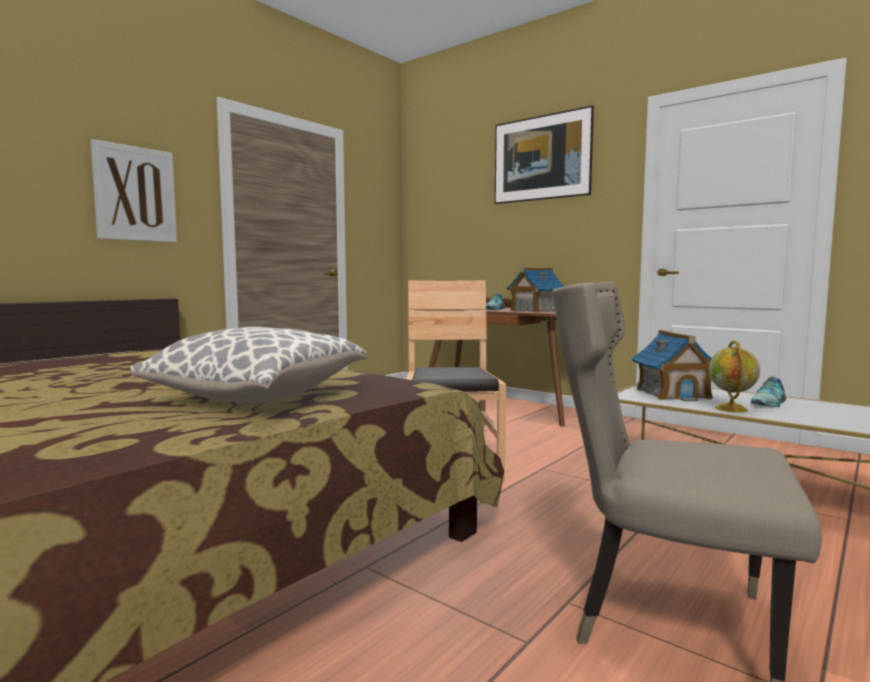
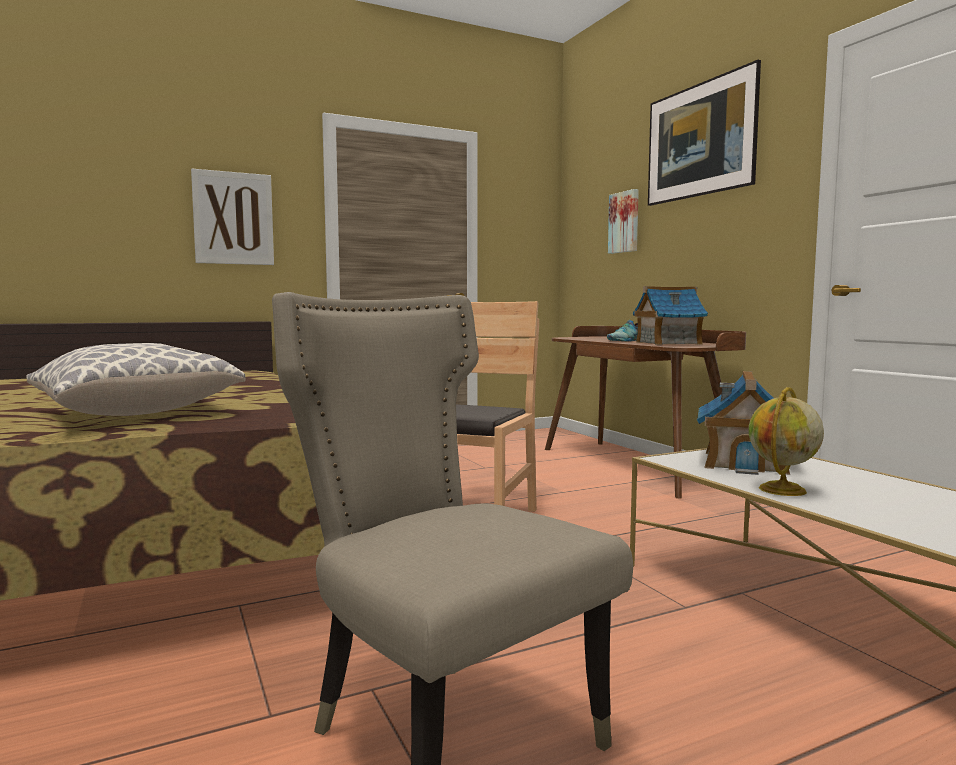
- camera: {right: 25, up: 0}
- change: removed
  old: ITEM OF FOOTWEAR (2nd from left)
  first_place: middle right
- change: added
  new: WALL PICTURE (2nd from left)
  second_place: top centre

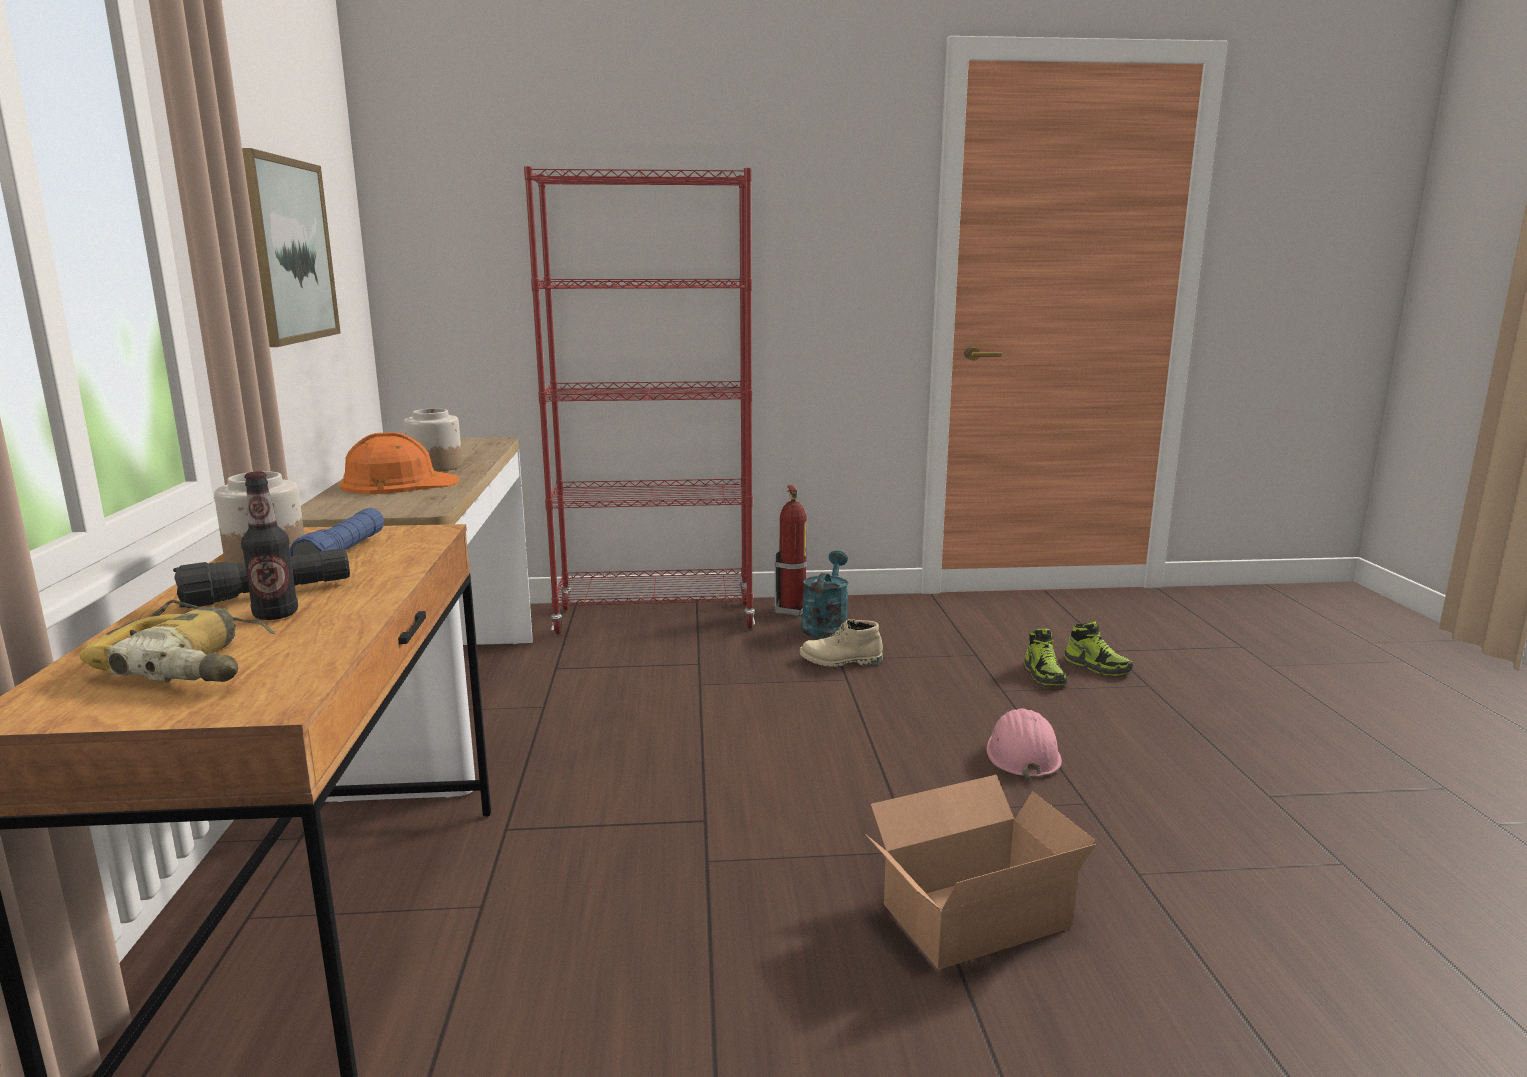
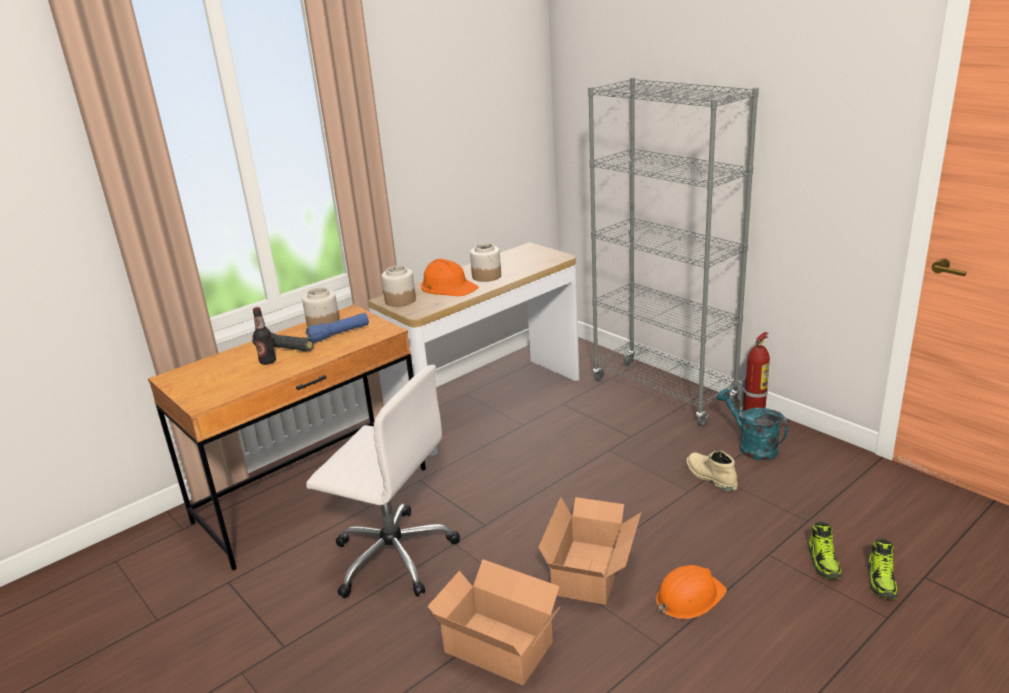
- camera: {right: 55, up: 10}
- change: removed
  old: WALL PICTURE
  first_place: top left
- change: recoloured
  old: RED BOOKCASE
  new: GREYISH BOOKCASE
  first_place: centre
  second_place: middle right
- change: turned
  old: TURQUOISE-COLOURED WATERING POT
  first_place: centre
  second_place: middle right
  degrees: -105
- change: removed
  old: DRILL
  first_place: middle left
- change: turned
  old: ITEM OF FOOTWEAR (1st from left)
  first_place: middle right
  second_place: bottom right
  degrees: -45
- change: recoloured
  old: PINKISH WORK HELMET
  new: ORANGEY WORK HELMET (2nd from left)
  first_place: bottom right
  second_place: bottom right
- change: added
  new: PRESERVE JAR (2nd from left)
  second_place: centre
- change: added
  new: WHITISH COMPUTER CHAIR
  second_place: bottom centre
- change: added
  new: PACKING BOX (2nd from left)
  second_place: bottom centre

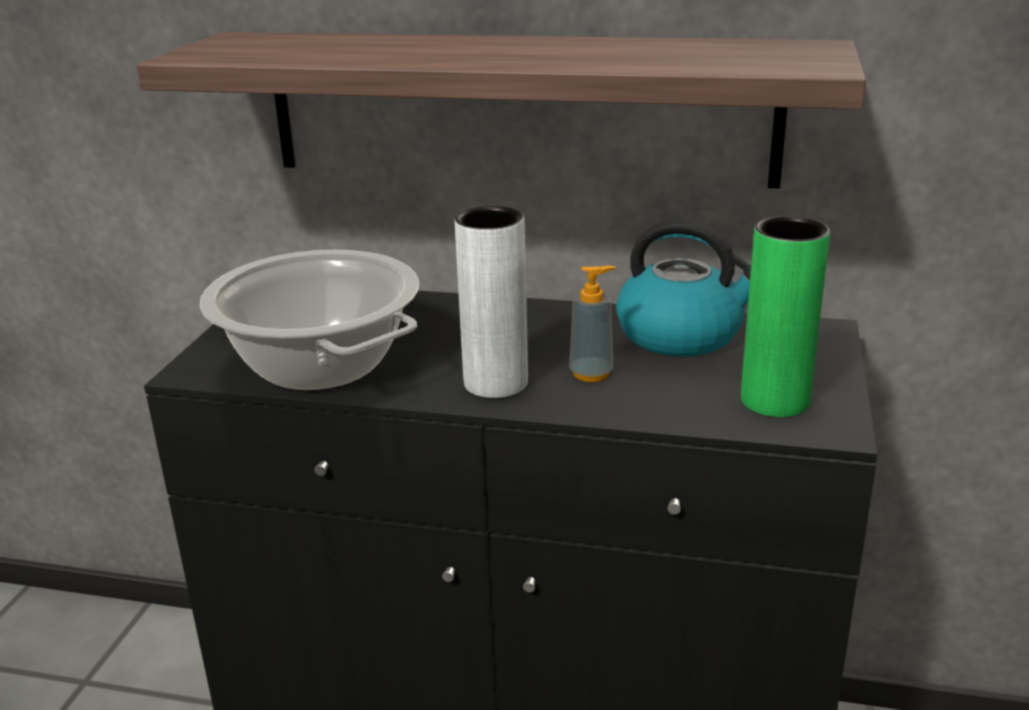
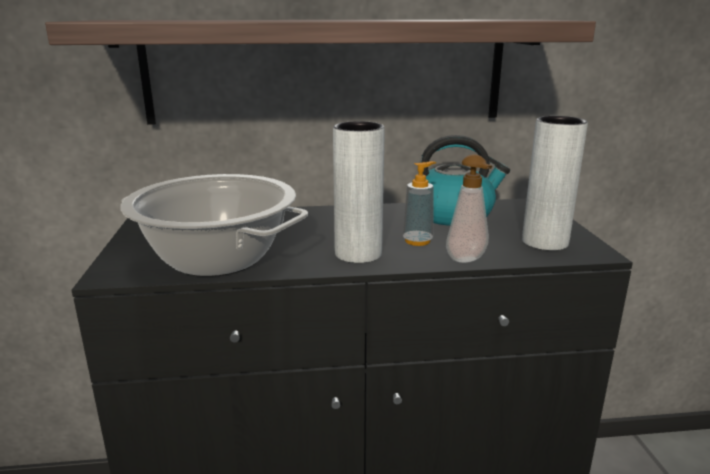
- camera: {right: -20, up: -5}
- change: recoloured
  old: GREENISH VASE
  new: GREYISH VASE (2nd from left)
  first_place: middle right
  second_place: middle right
- change: added
  new: SOAP BOTTLE (2nd from left)
  second_place: centre

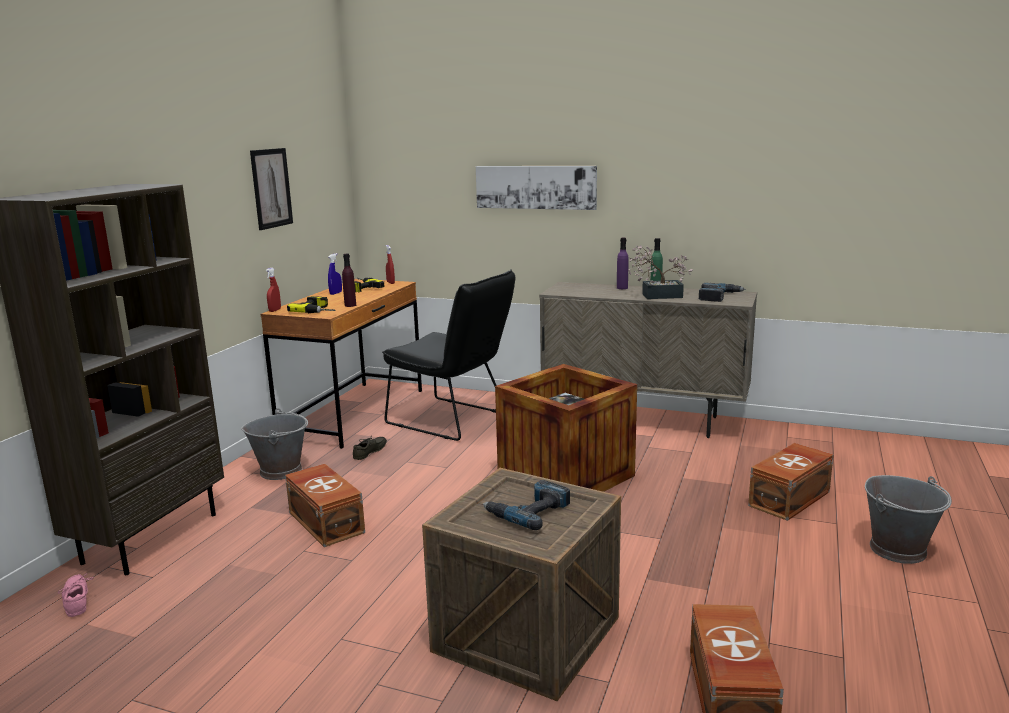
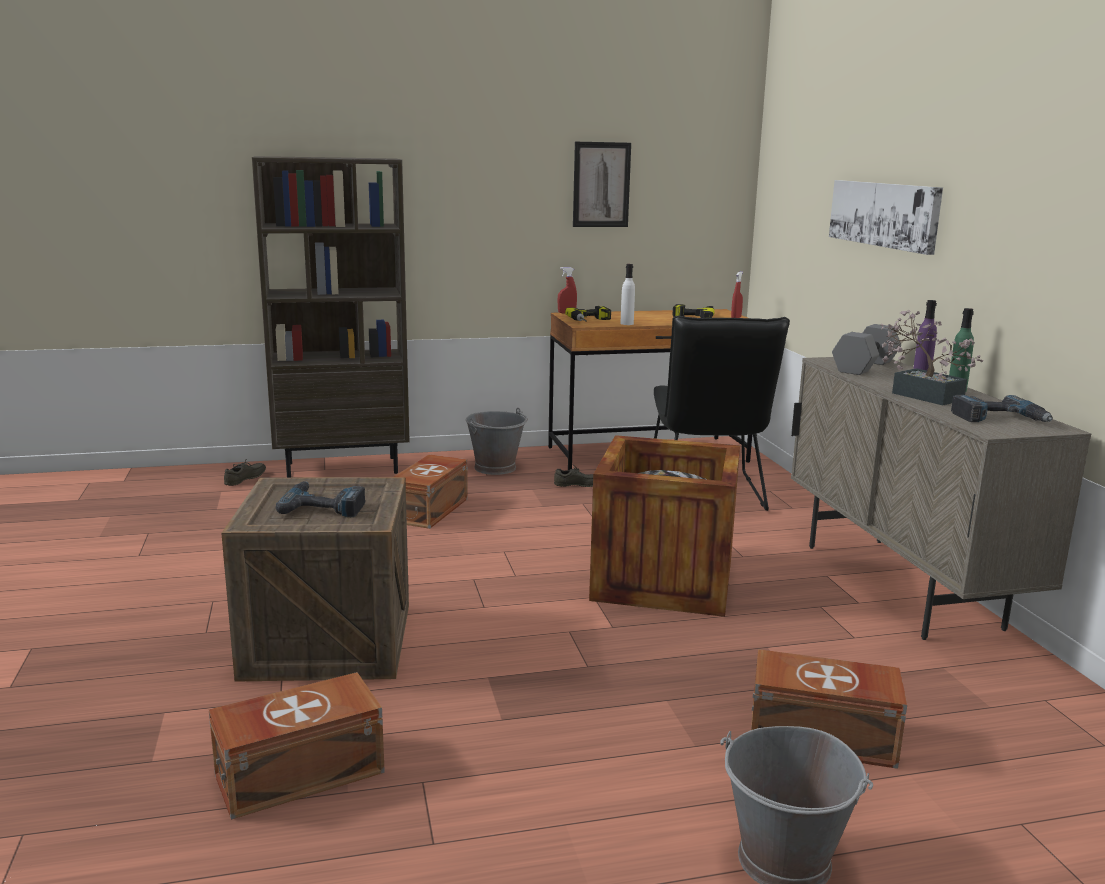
- camera: {right: 55, up: 0}
- change: removed
  old: BLUE SPRAY BOTTLE
  first_place: middle left
- change: recoloured
  old: PURPLE DRINK BOTTLE (1st from left)
  new: WHITISH DRINK BOTTLE
  first_place: centre
  second_place: top centre
- change: recoloured
  old: PINKISH ITEM OF FOOTWEAR
  new: GREYISH ITEM OF FOOTWEAR (1st from left)
  first_place: bottom left
  second_place: middle left
- change: added
  new: GREYISH HAND WEIGHT
  second_place: middle right

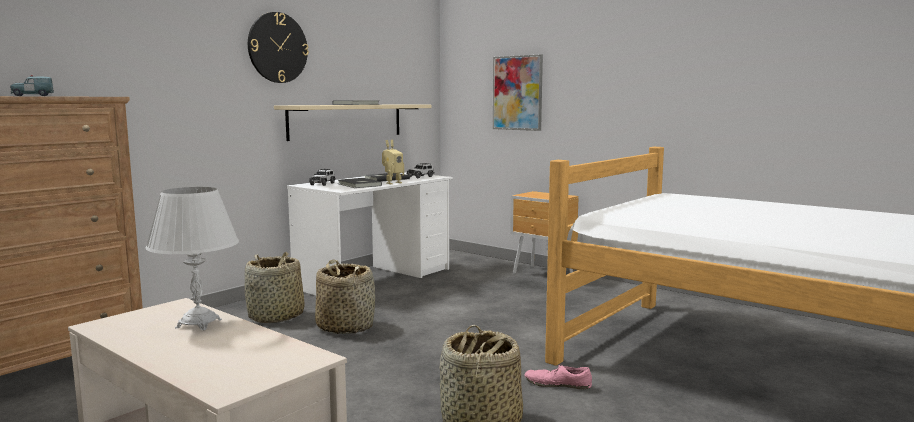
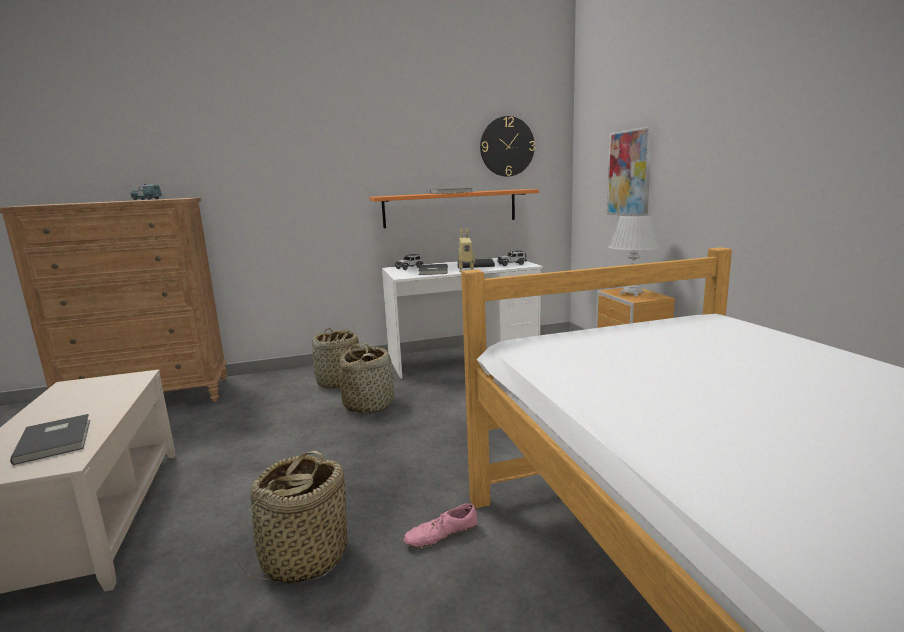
- camera: {right: 35, up: 5}
- change: moved
  old: WALL CLOCK
  first_place: top left
  second_place: top centre
- change: recoloured
  old: SAND-COLOURED BRACKET SHELF
  new: ORANGEY BRACKET SHELF
  first_place: top centre
  second_place: top centre
- change: moved
  old: WHITISH TABLE LAMP
  first_place: middle left
  second_place: middle right
- change: turned
  old: PINKISH ITEM OF FOOTWEAR
  first_place: bottom centre
  second_place: bottom centre
  degrees: -75
- change: added
  new: GREYISH BOUND BOOK (1st from left)
  second_place: bottom left

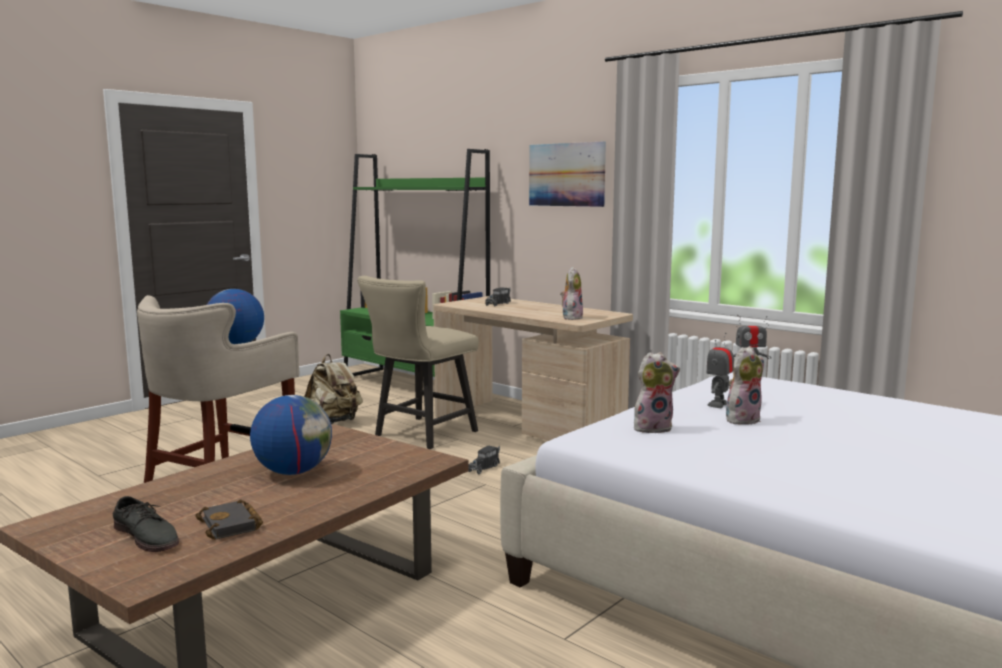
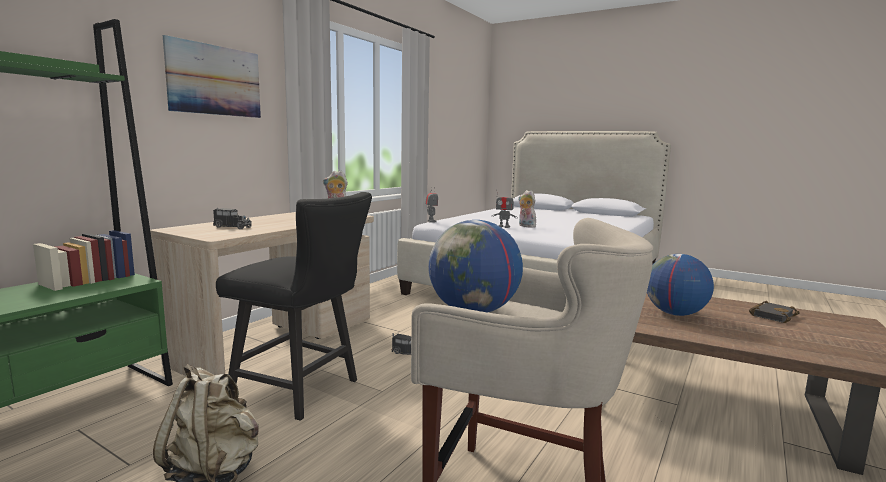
- camera: {right: -100, up: 0}
- change: recoloured
  old: SAND-COLOURED CHAIR
  new: BLACK-COLOURED CHAIR
  first_place: centre
  second_place: middle left
- change: removed
  old: SOFT TOY (2nd from left)
  first_place: centre
- change: removed
  old: GREYISH ITEM OF FOOTWEAR
  first_place: bottom left

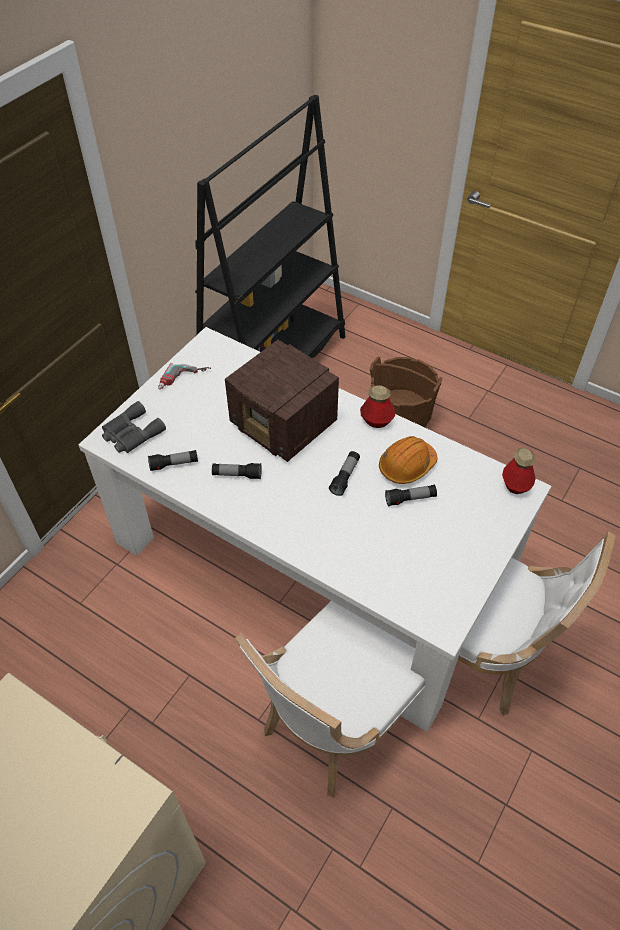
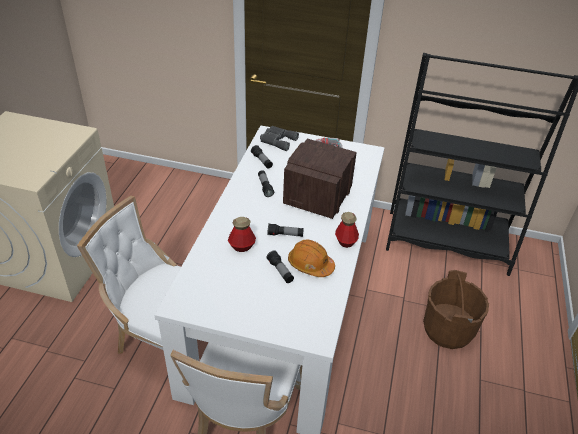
- camera: {right: 70, up: -10}
- change: moved
  old: DRINK BOTTLE (2nd from left in the first image)
  new: DRINK BOTTLE (1st from left)
  first_place: middle right
  second_place: centre

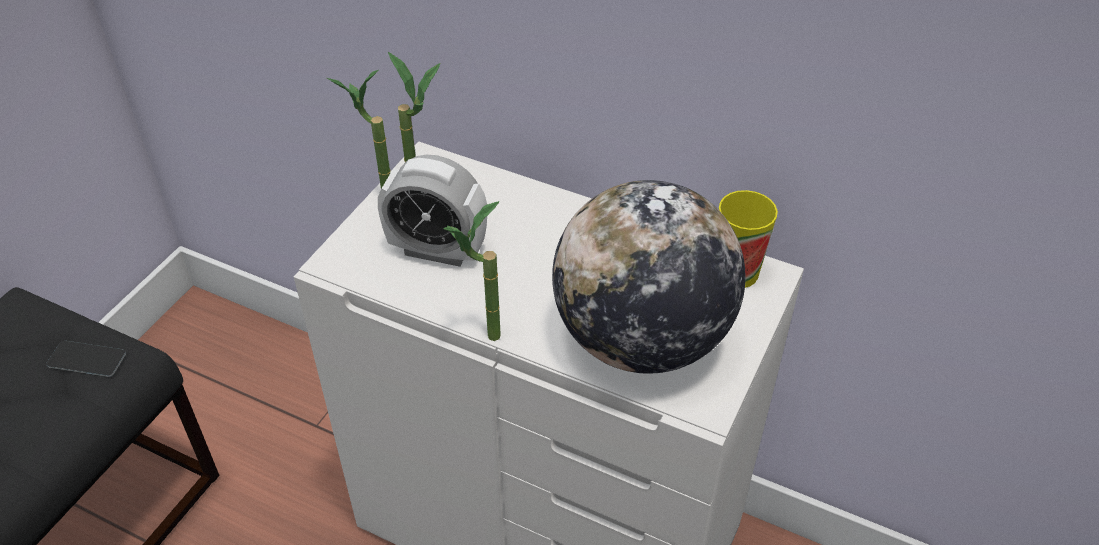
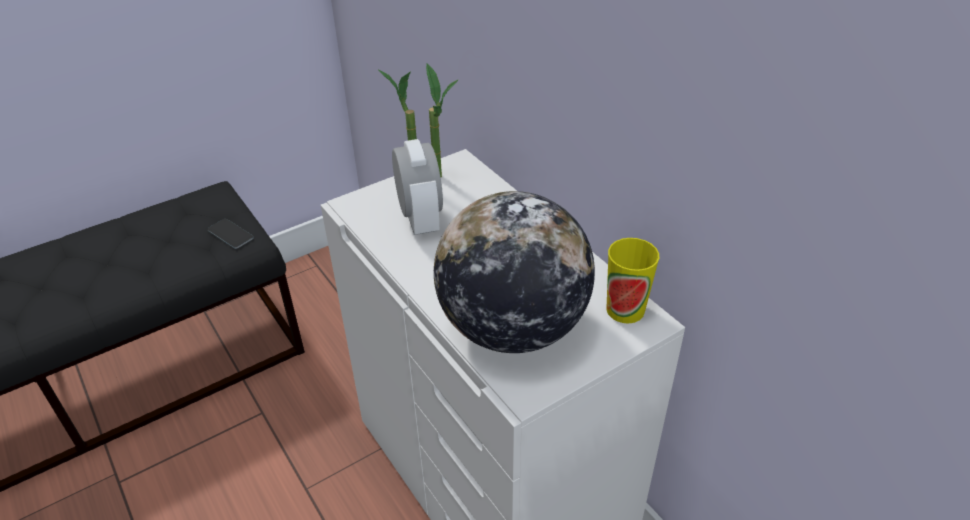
- camera: {right: 30, up: -5}
- change: turned
  old: ALARM CLOCK
  first_place: centre
  second_place: centre
  degrees: -150
- change: removed
  old: HOUSEPLANT (3rd from left)
  first_place: centre

